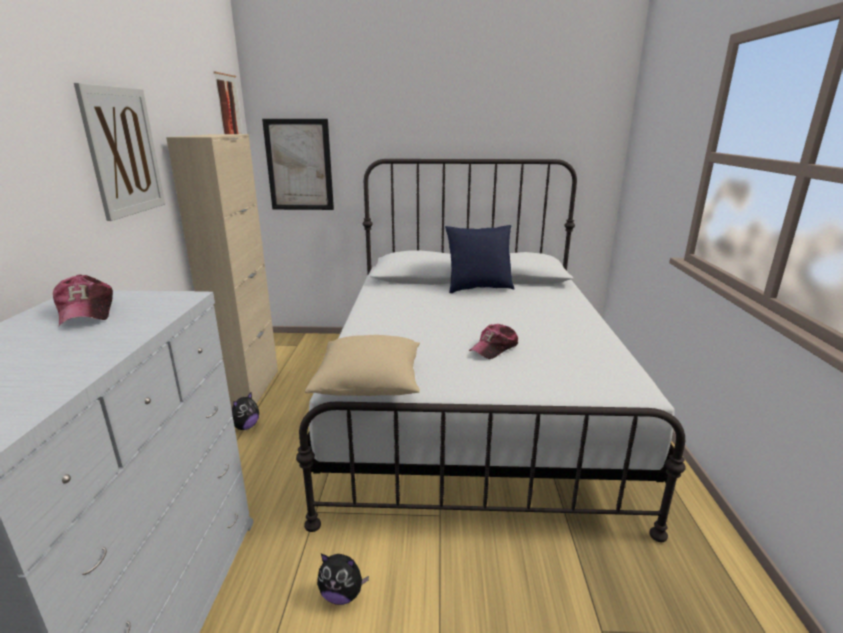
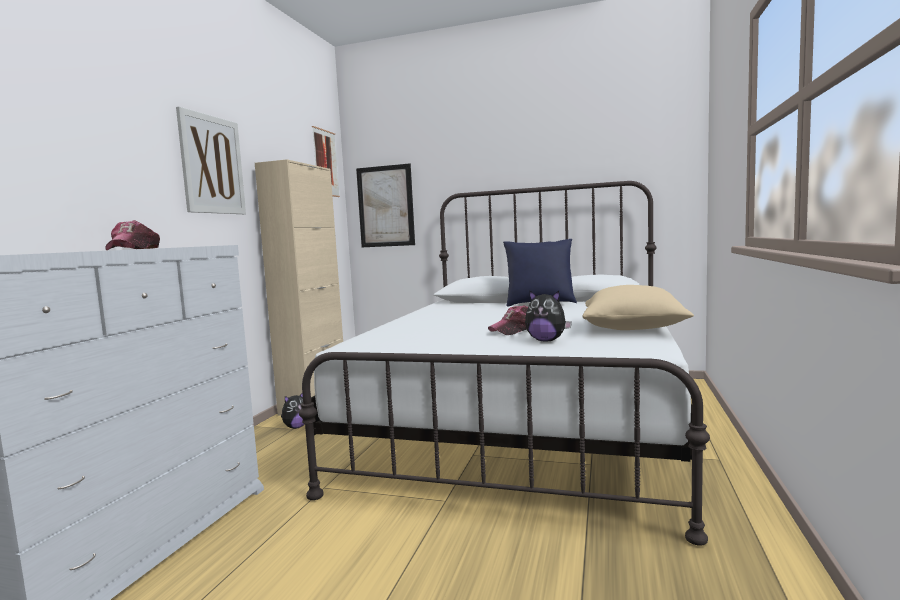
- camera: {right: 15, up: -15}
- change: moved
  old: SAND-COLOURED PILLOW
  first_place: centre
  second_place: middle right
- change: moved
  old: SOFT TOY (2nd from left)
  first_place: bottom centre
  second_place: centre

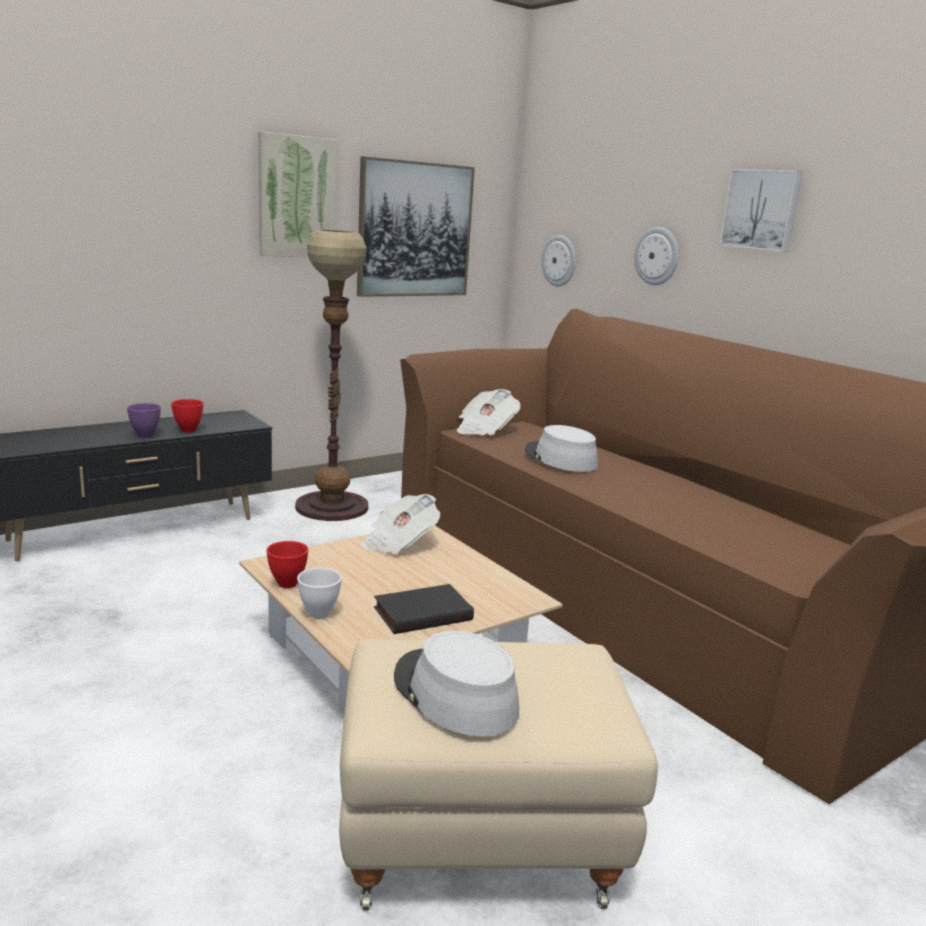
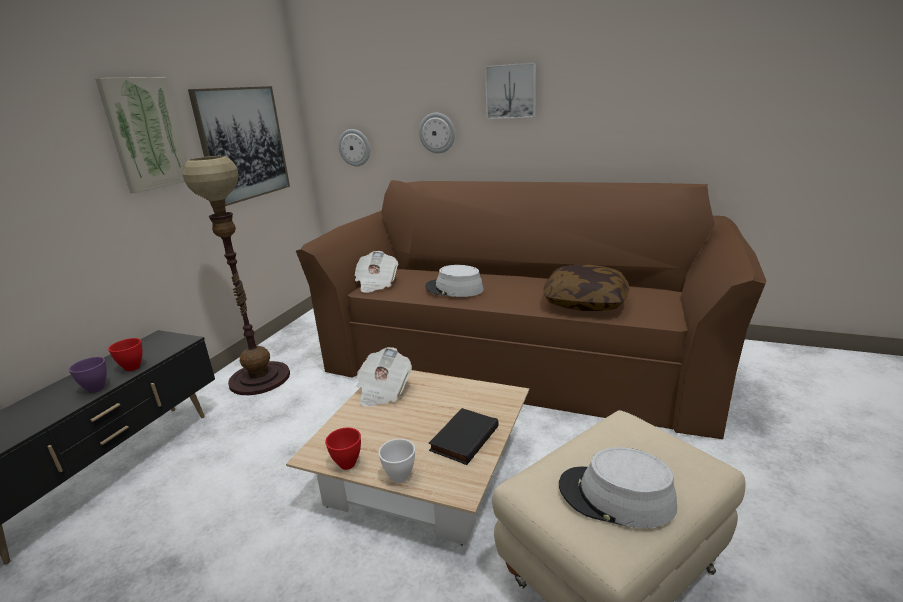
- camera: {right: -30, up: 5}
- change: added
  new: PILLOW
  second_place: centre

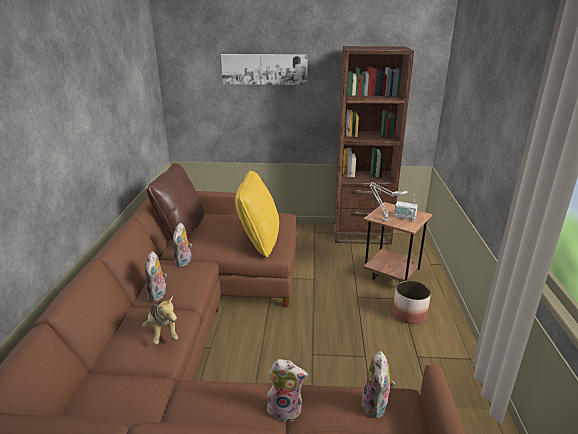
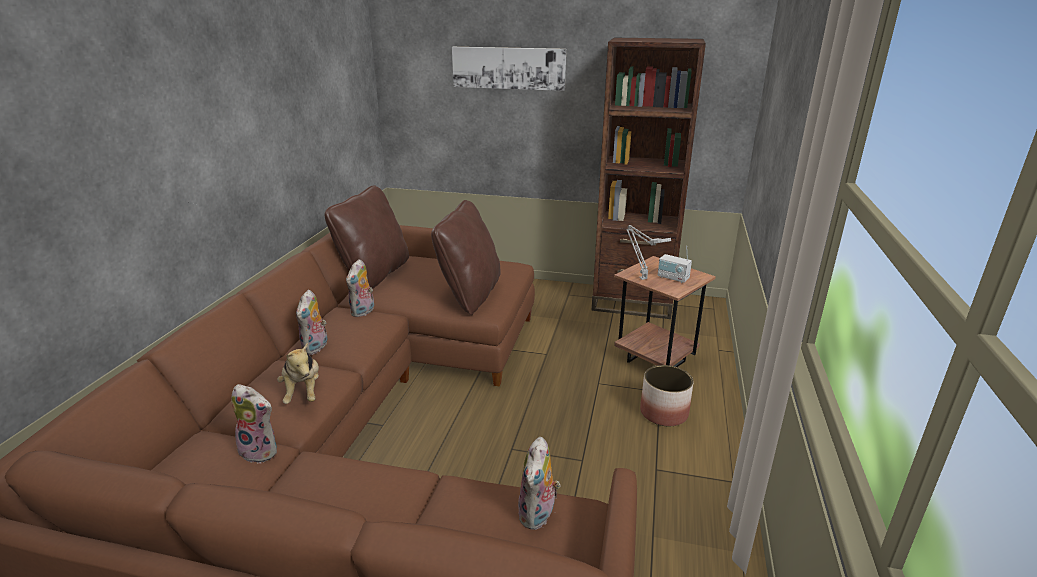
- camera: {right: 10, up: 0}
- change: recoloured
  old: YELLOWISH PILLOW
  new: BROWNISH PILLOW (2nd from left)
  first_place: centre
  second_place: centre
- change: moved
  old: SOFT TOY (4th from left in the first image)
  new: SOFT TOY (1st from left)
  first_place: bottom centre
  second_place: bottom left

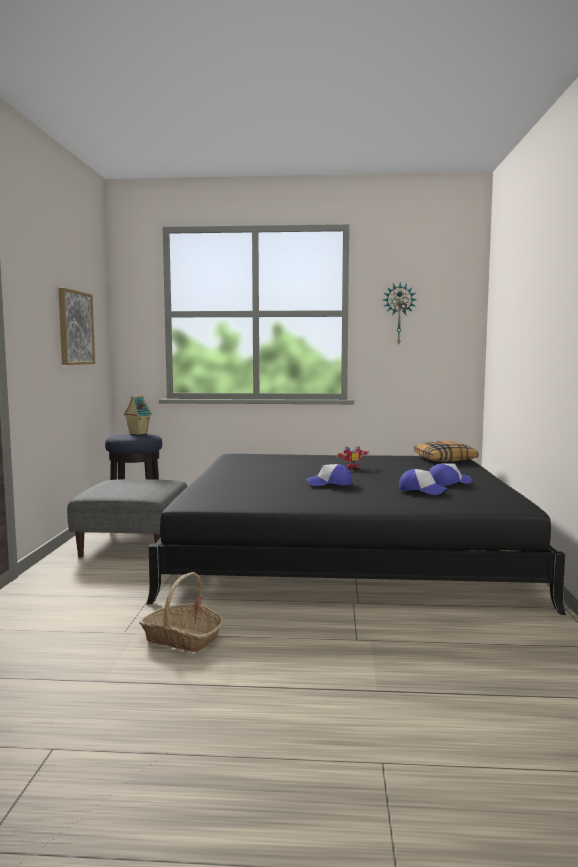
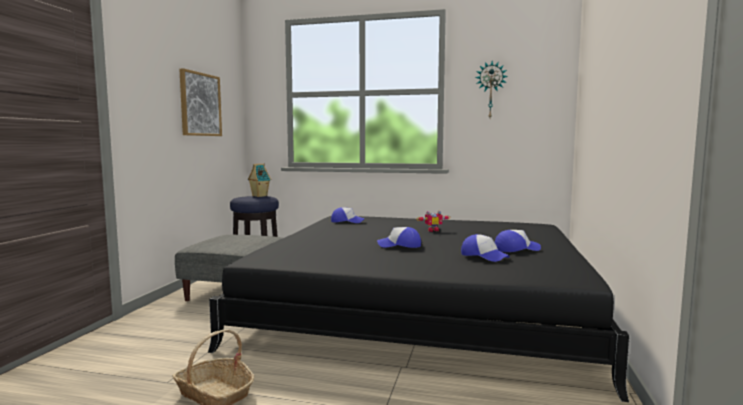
- camera: {right: 10, up: 0}
- change: removed
  old: PILLOW
  first_place: middle right
- change: added
  new: BASEBALL CAP (1st from left)
  second_place: centre

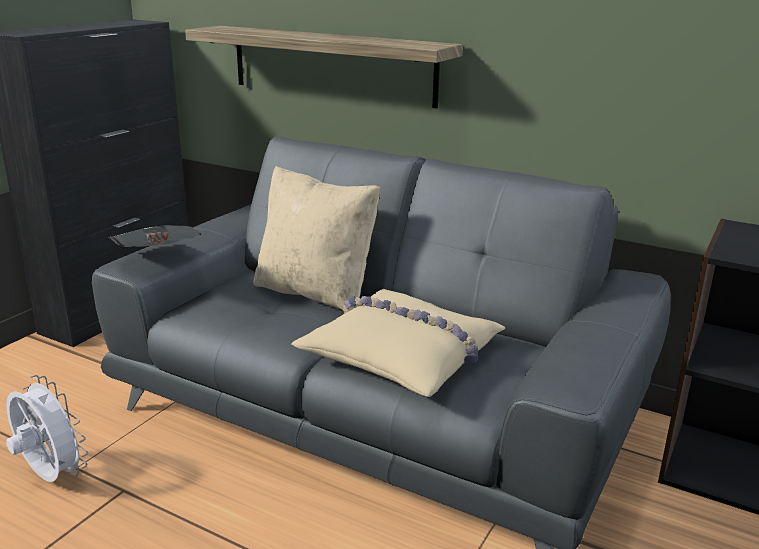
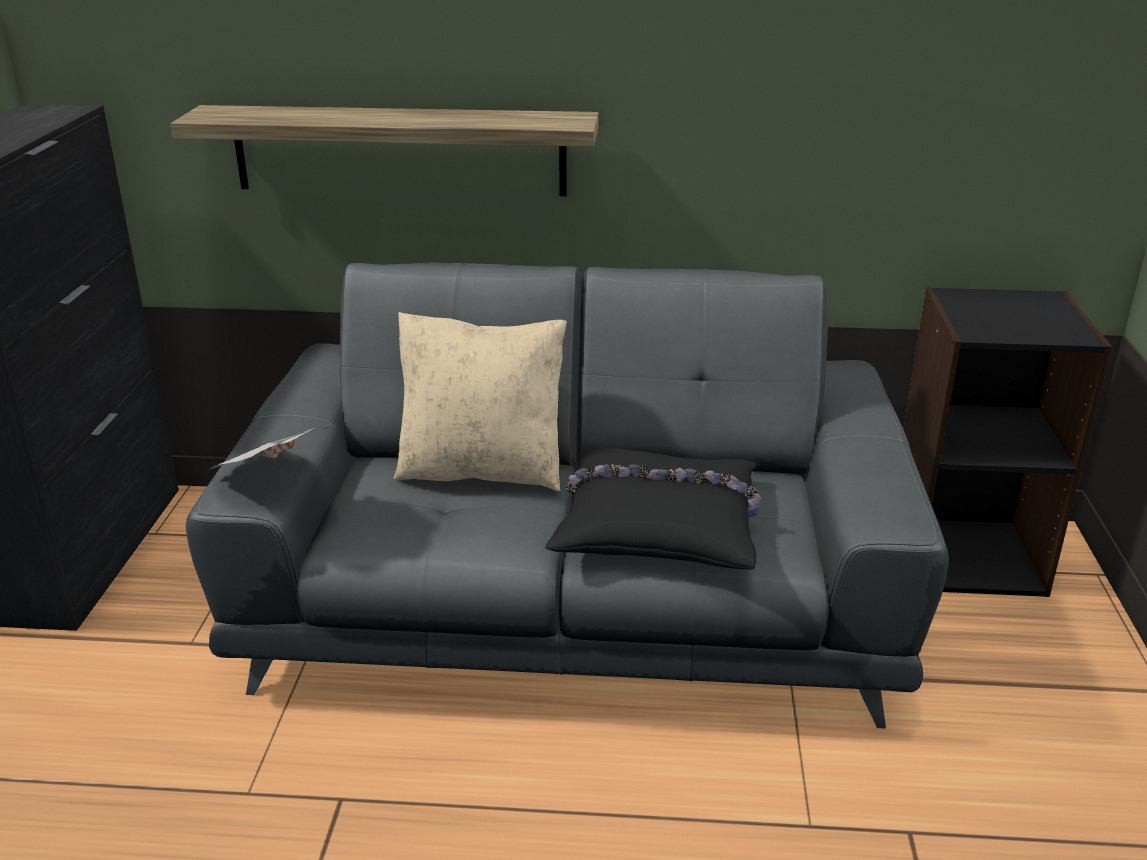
- camera: {right: -25, up: 5}
- change: recoloured
  old: SAND-COLOURED PILLOW (2nd from left)
  new: BLACK-COLOURED PILLOW
  first_place: centre
  second_place: centre
- change: removed
  old: WHITISH COOLING FAN
  first_place: bottom left

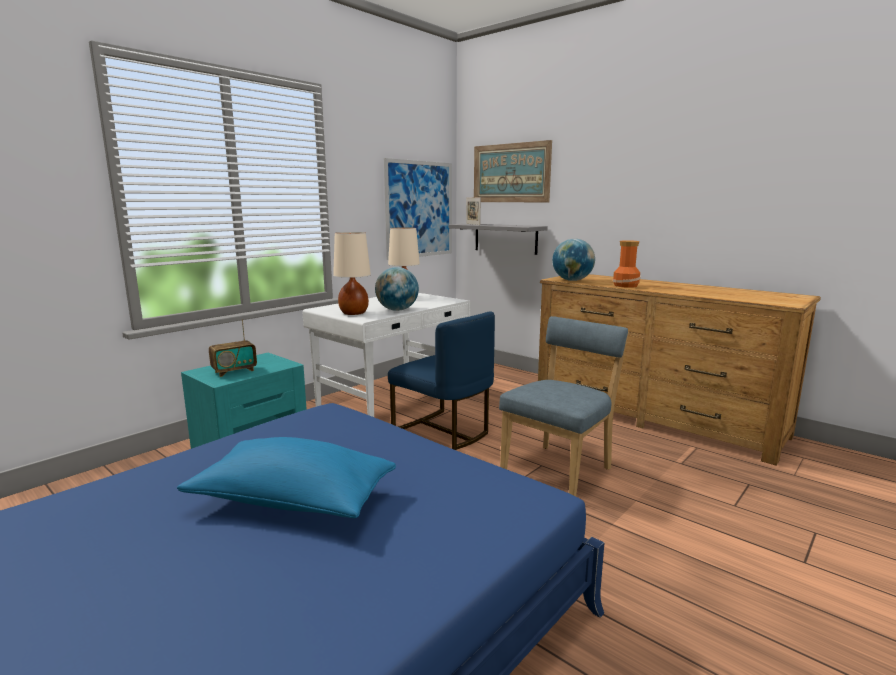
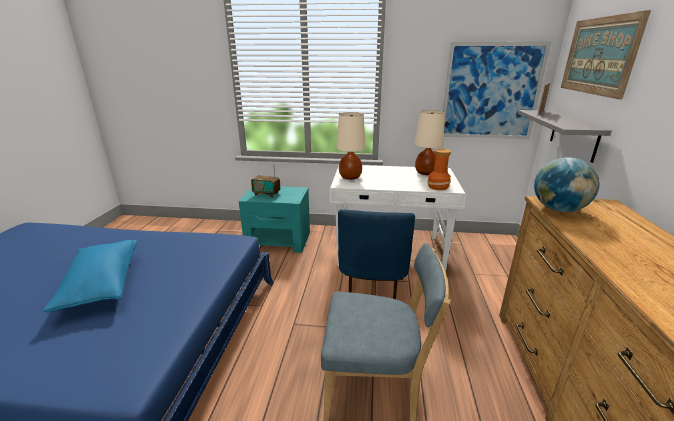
- camera: {right: 55, up: 10}
- change: moved
  old: VASE
  first_place: middle right
  second_place: centre
- change: removed
  old: DESK GLOBE (1st from left)
  first_place: centre

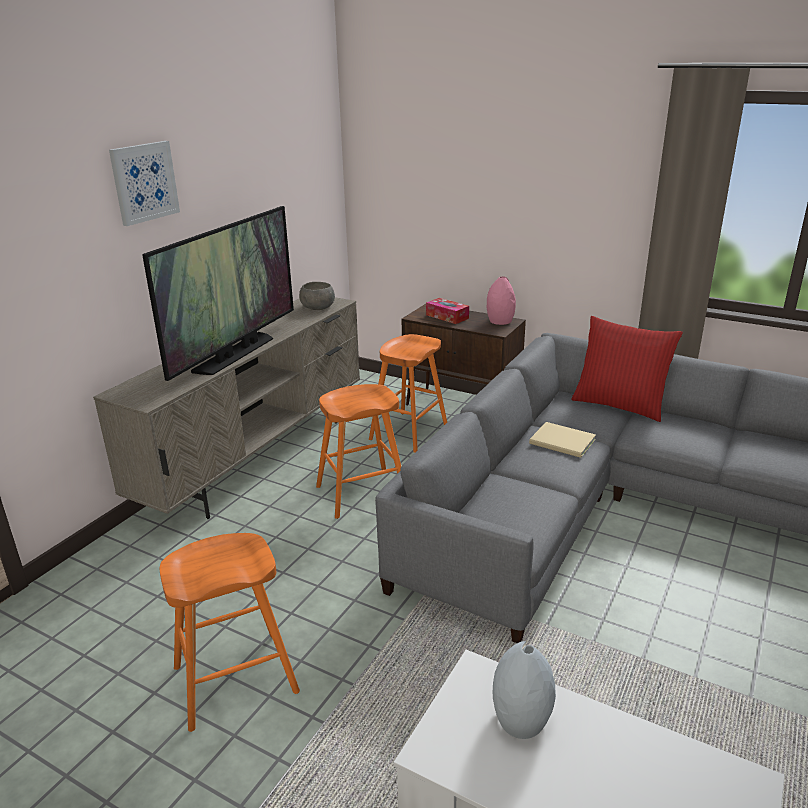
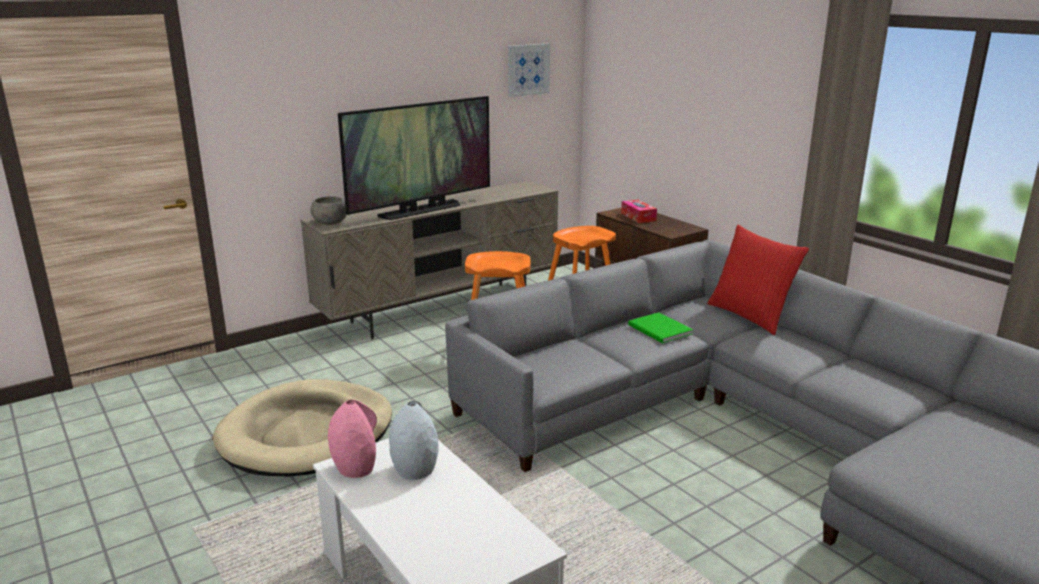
- camera: {right: 25, up: -5}
- change: moved
  old: WALL PICTURE
  first_place: top left
  second_place: top centre
- change: moved
  old: PINKISH VASE
  first_place: centre
  second_place: bottom centre
- change: moved
  old: GREYISH DEEP DISH
  first_place: centre
  second_place: middle left
- change: recoloured
  old: SAND-COLOURED BOUND BOOK
  new: GREENISH BOUND BOOK
  first_place: middle right
  second_place: centre
- change: replaced
  old: ORANGEY STOOL SEAT (1st from left)
  new: SAND-COLOURED DOG BED
  first_place: bottom left
  second_place: bottom left

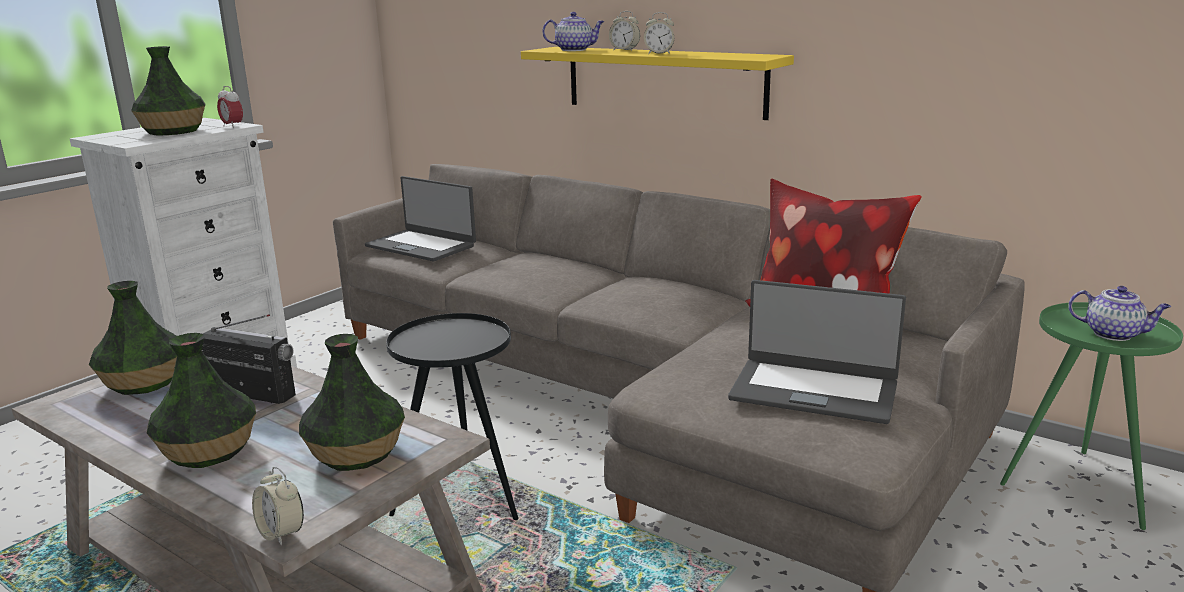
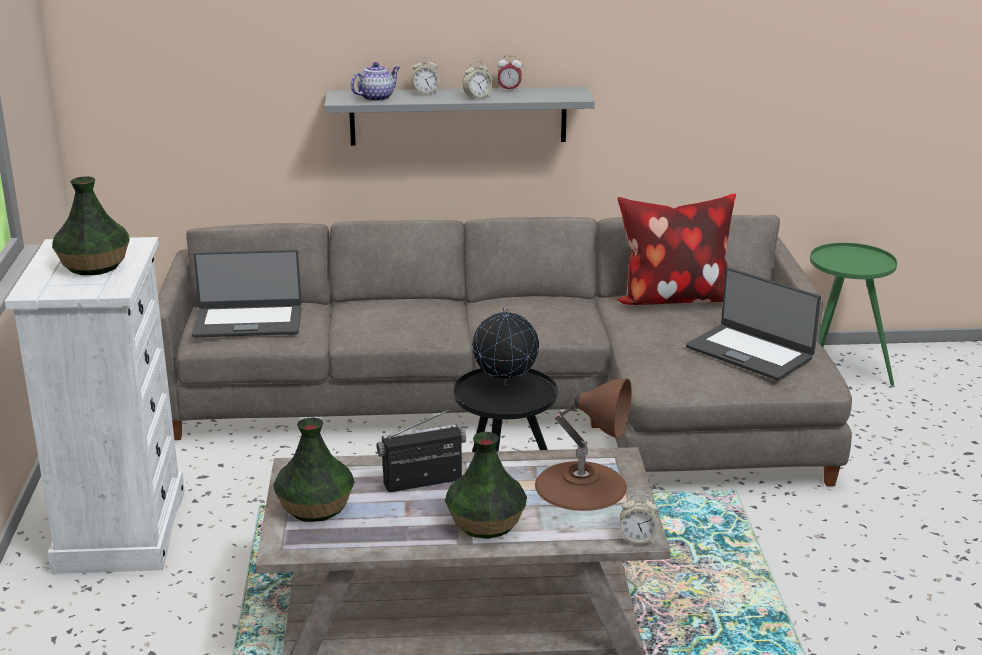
- camera: {right: -40, up: 5}
- change: recoloured
  old: YELLOWISH BRACKET SHELF
  new: GREYISH BRACKET SHELF
  first_place: top centre
  second_place: top centre
- change: moved
  old: ALARM CLOCK (1st from left in the first image)
  new: ALARM CLOCK (3rd from left)
  first_place: top left
  second_place: top centre
- change: turned
  old: LAPTOP (2nd from left)
  first_place: middle right
  second_place: middle right
  degrees: 60
- change: removed
  old: TEA POT (2nd from left)
  first_place: middle right
- change: replaced
  old: VASE (4th from left)
  new: BROWNISH TABLE LAMP
  first_place: bottom left
  second_place: bottom centre
- change: added
  new: DESK GLOBE
  second_place: centre

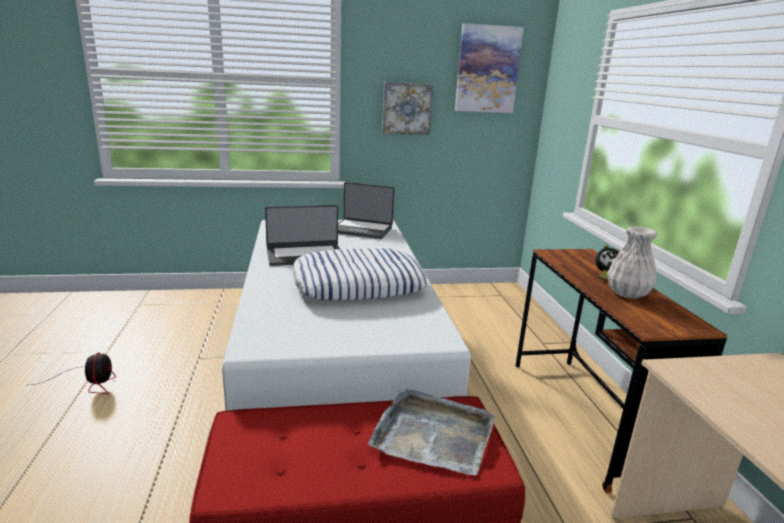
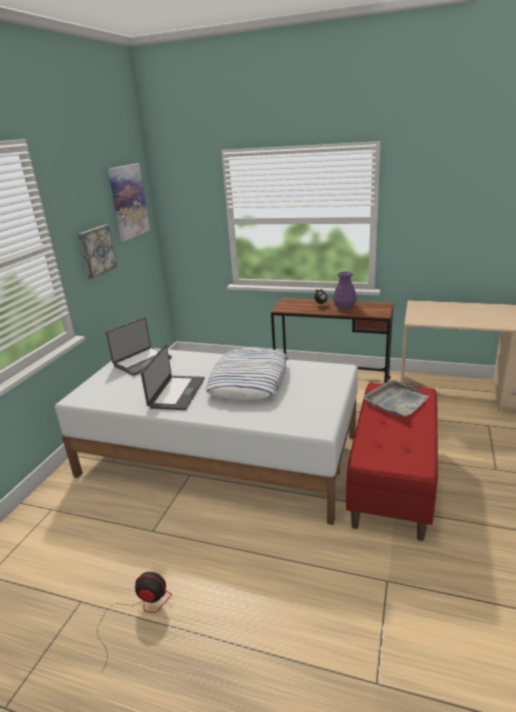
- camera: {right: -60, up: 5}
- change: recoloured
  old: WHITISH VASE
  new: PURPLE VASE
  first_place: middle right
  second_place: middle right

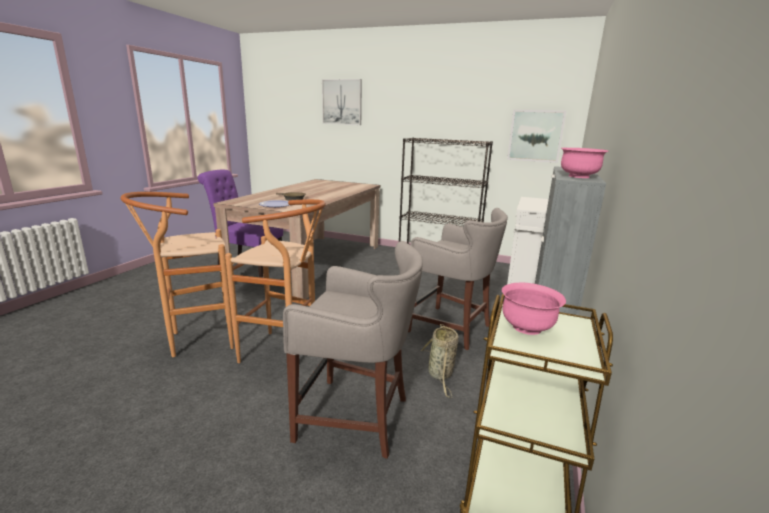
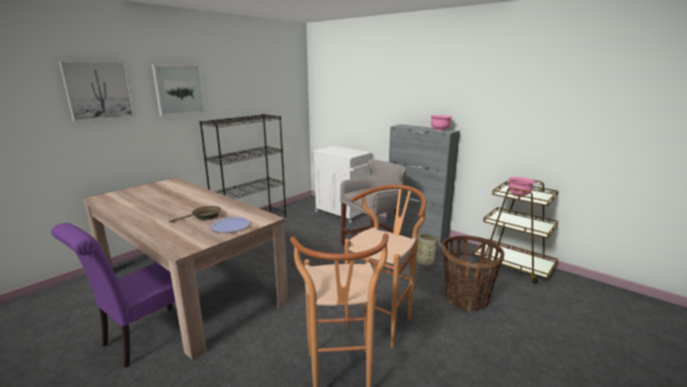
- camera: {right: -70, up: 0}
- change: moved
  old: WALL PICTURE (2nd from left)
  first_place: top right
  second_place: top left
- change: replaced
  old: GREYISH STOOL SEAT (1st from left)
  new: BASKET (2nd from left)
  first_place: bottom centre
  second_place: bottom right

